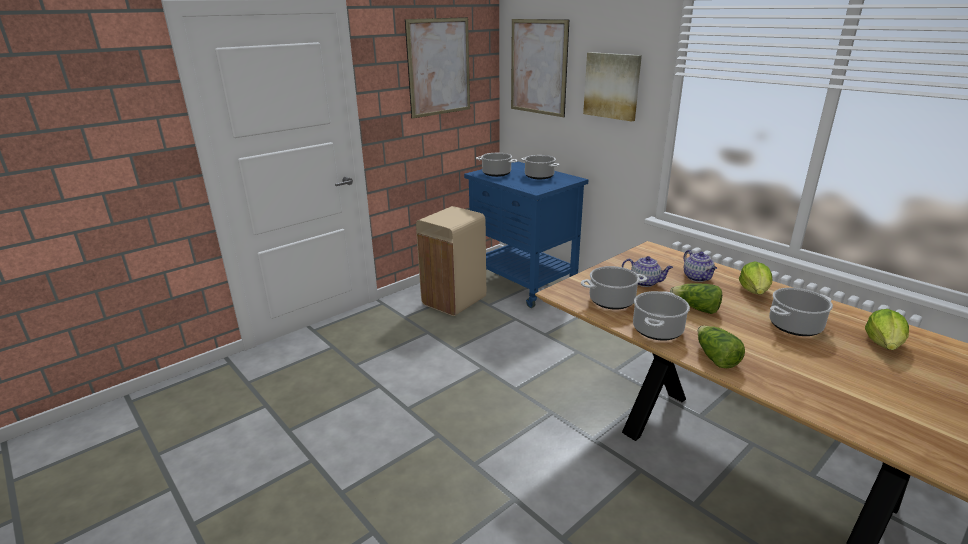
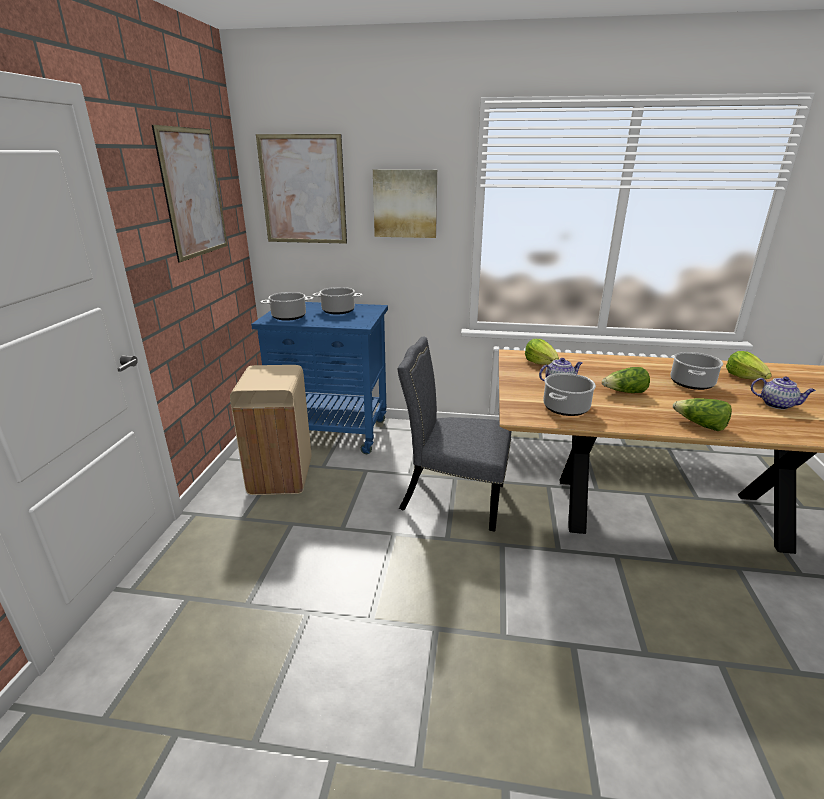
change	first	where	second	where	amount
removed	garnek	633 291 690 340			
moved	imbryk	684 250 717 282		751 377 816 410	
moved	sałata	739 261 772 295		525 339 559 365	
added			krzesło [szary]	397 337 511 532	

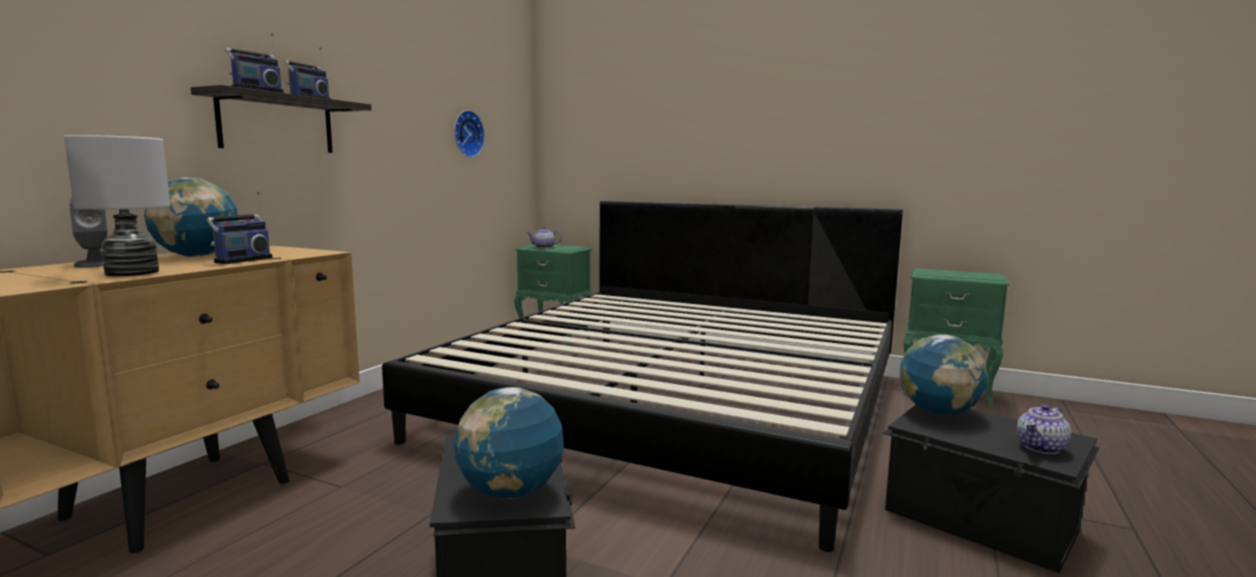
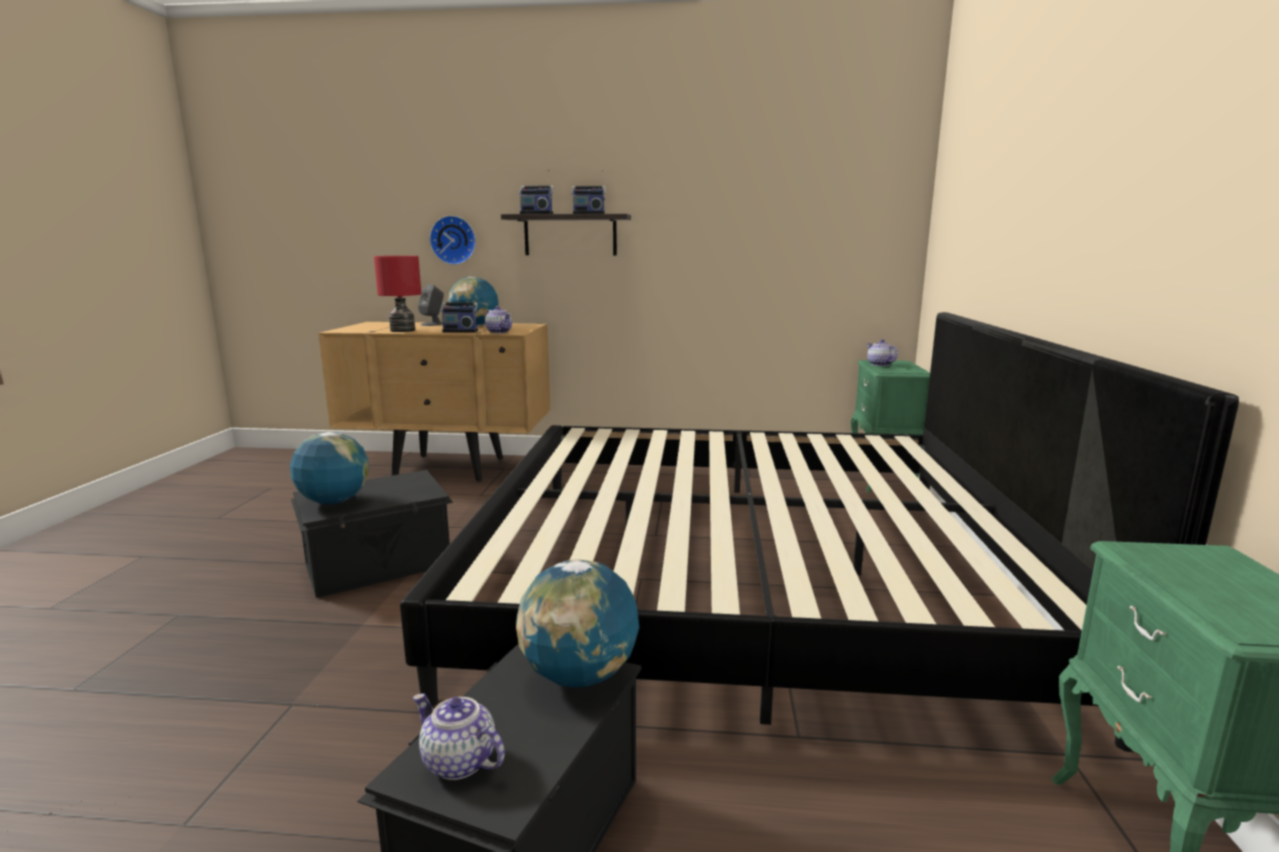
change	first	where	second	where	amount
recoloured	lampa stołowa [szary]	64 135 171 276	lampa stołowa [czerwony]	374 256 422 332	
moved	zegar ścienny	454 110 485 158		429 215 476 265	
added			imbryk	485 306 512 333	

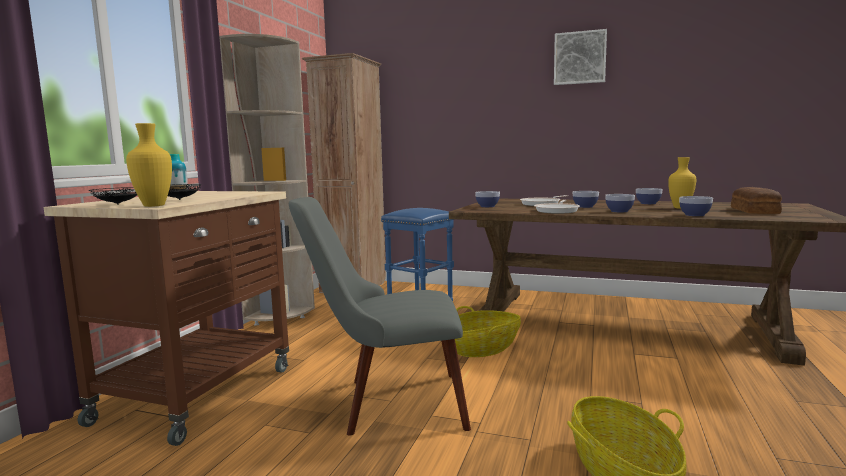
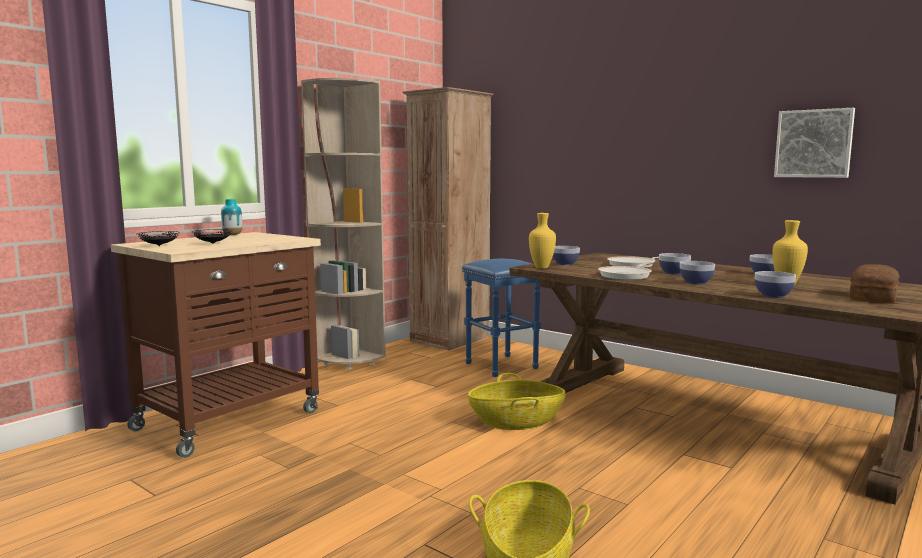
change	first	where	second	where	amount
moved	wazon [żółty]	126 123 172 207		529 213 556 269	
removed	krzesło [szary]	289 197 471 435			
moved	obraz	554 29 607 85		774 108 855 178	

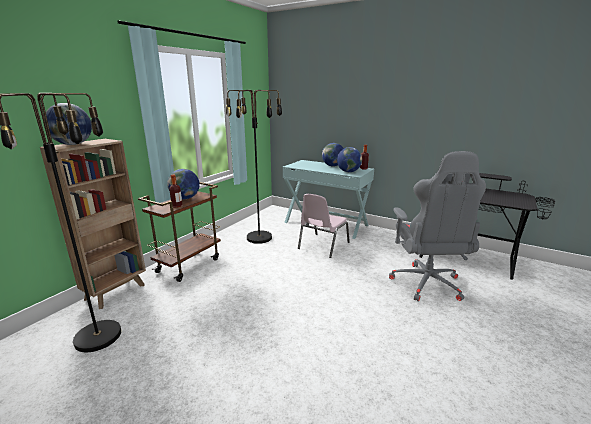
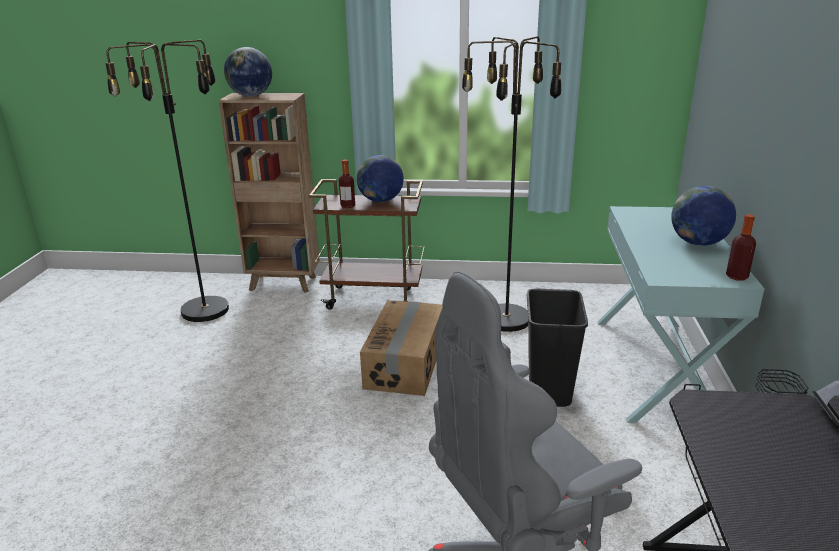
change	first	where	second	where	amount
replaced	krzesło [różowy]	298 194 350 258	kosz na śmieci [czarny]	527 289 588 407	
removed	globus	337 147 362 172			
added			karton	360 300 443 396	

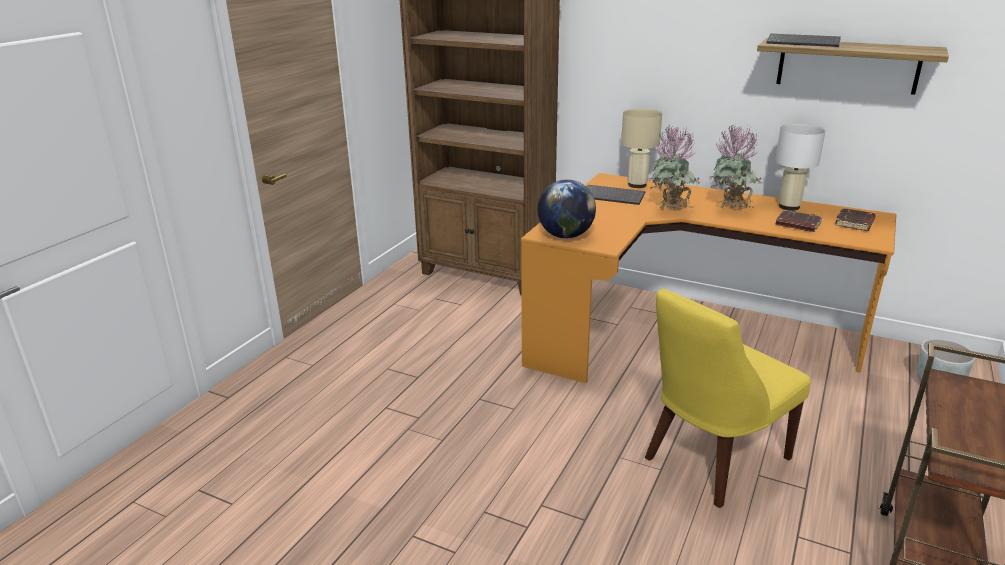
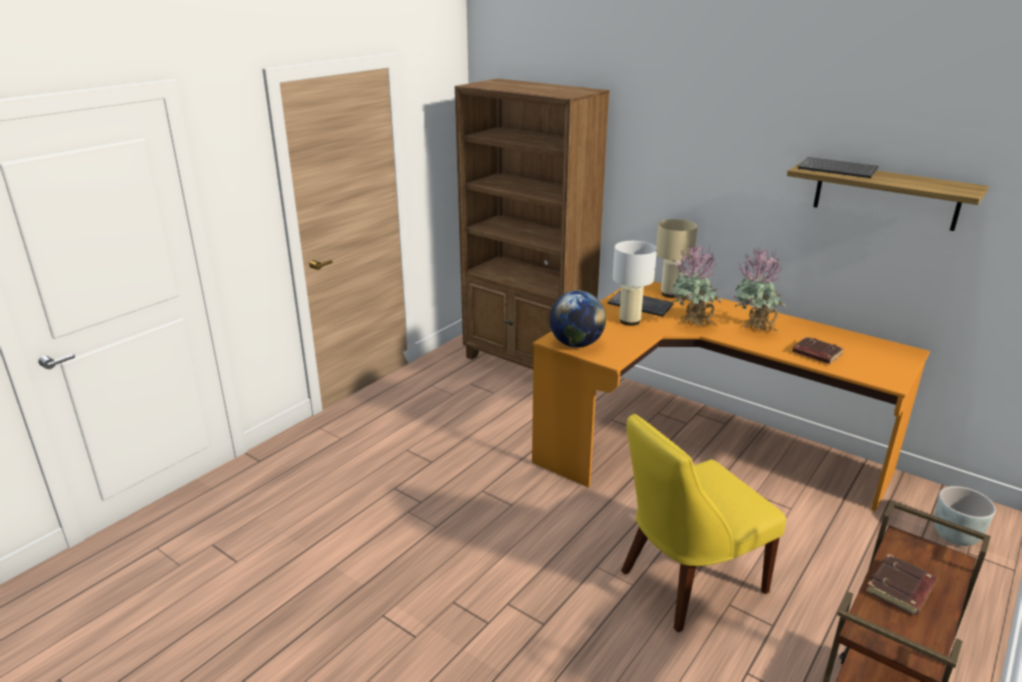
change	first	where	second	where	amount
moved	lampa stołowa [biały]	775 124 825 211		613 241 657 326	
moved	książka [brązowy]	835 208 876 231		866 554 938 615	

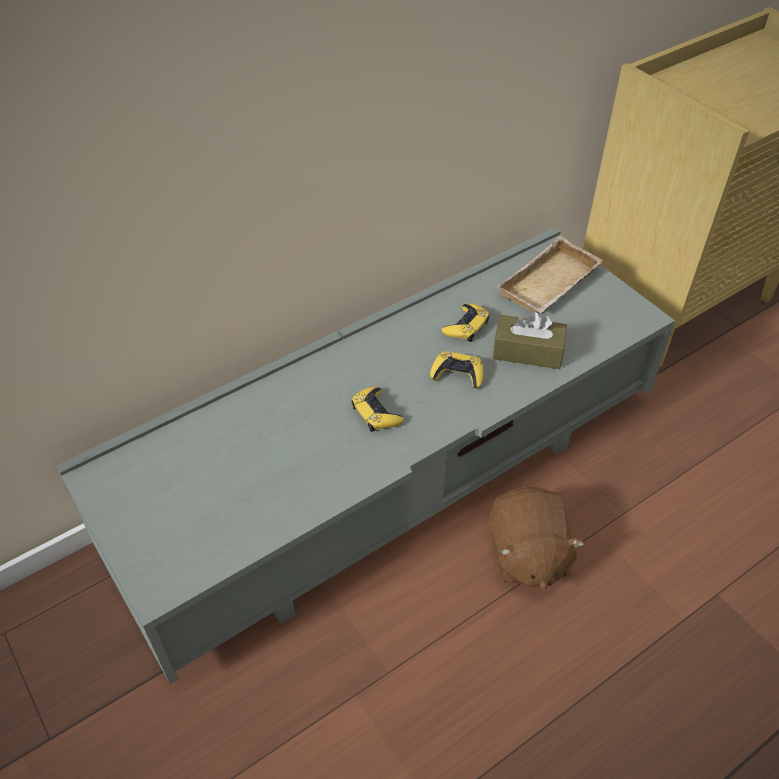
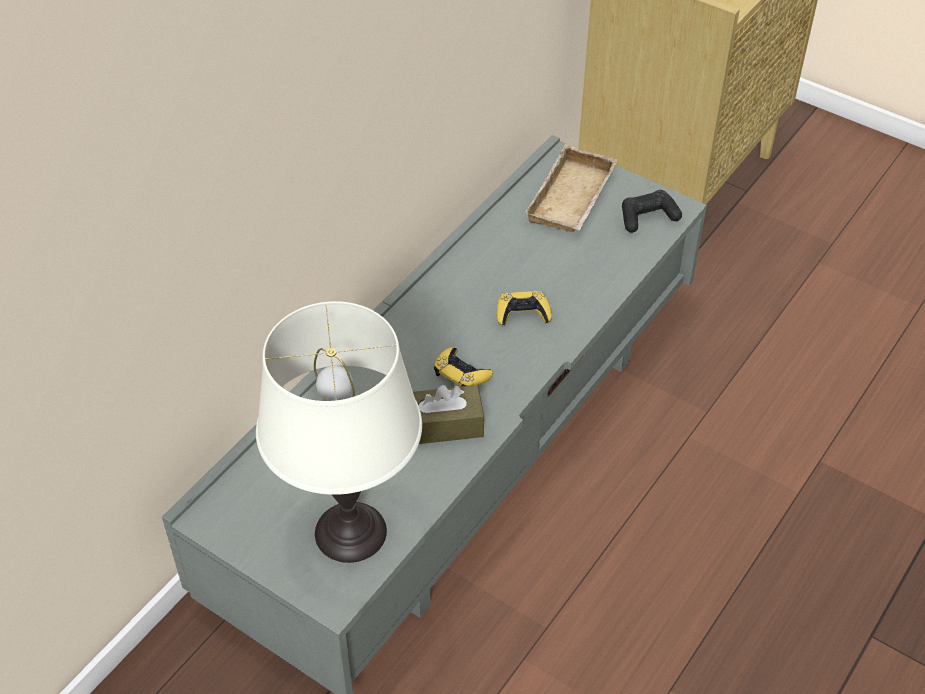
change	first	where	second	where	amount
removed	pad do gier [żółty]	442 303 490 342			
removed	pluszak [brązowy]	490 487 585 590			
moved	pudełko chusteczek [brązowy]	493 312 567 369		413 385 485 444	
added			lampa stołowa [biały]	256 301 422 563	
added			pad do gier [czarny]	622 190 682 233	

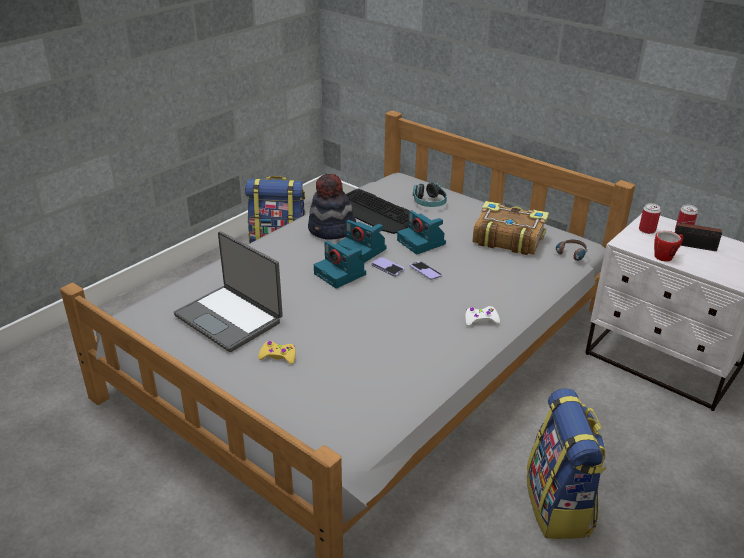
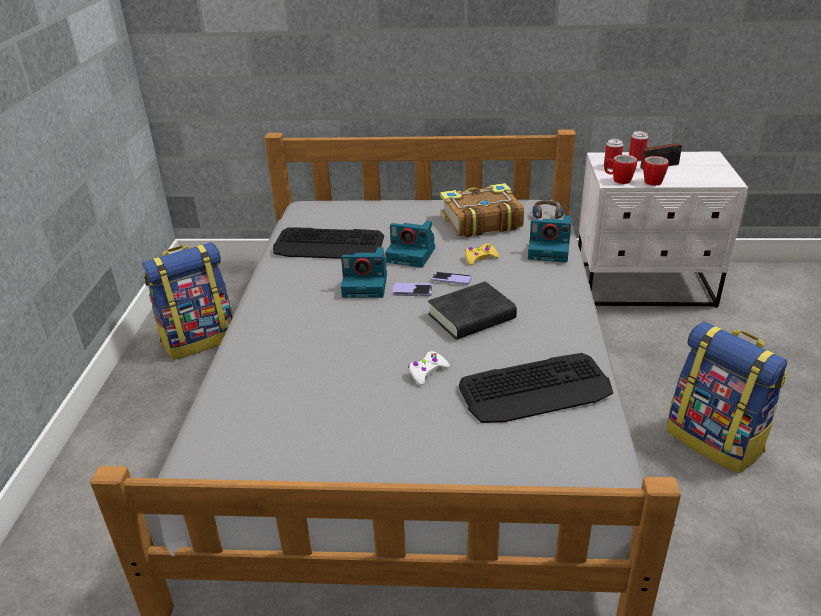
change	first	where	second	where	amount
removed	laptop	173 231 283 352			
moved	pad do gier [żółty]	258 341 296 364		465 243 499 265	
removed	kapelusz	308 174 357 240			
moved	aparat fotograficzny	314 241 366 288		528 215 571 262	
removed	słuchawki	413 182 447 207			
moved	pad do gier [biały]	465 306 500 326		408 351 450 385	
added			książka [czarny]	428 281 517 340	
added			klawiatura	459 353 613 423	
added			kubek	604 155 637 184	

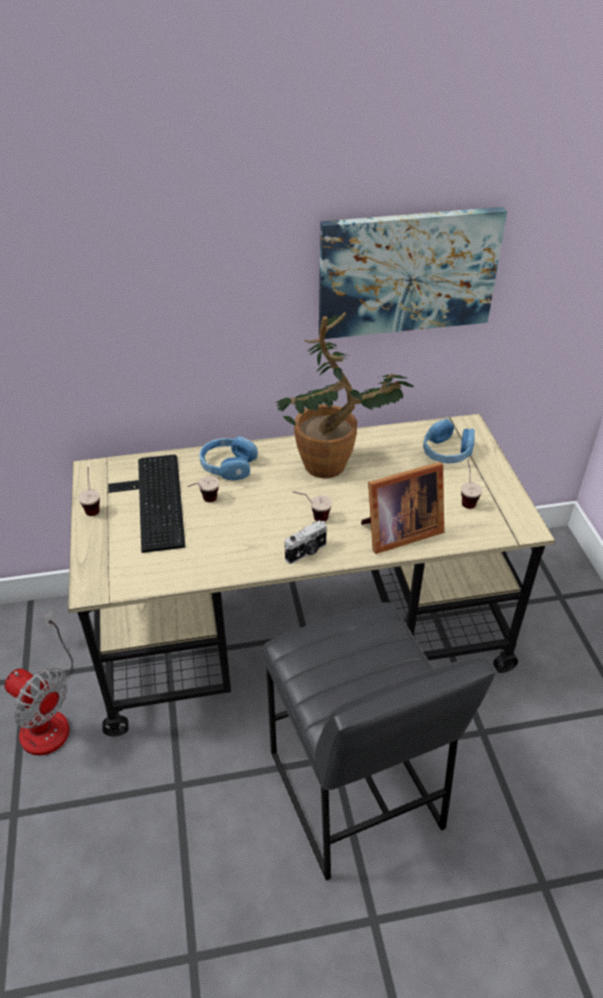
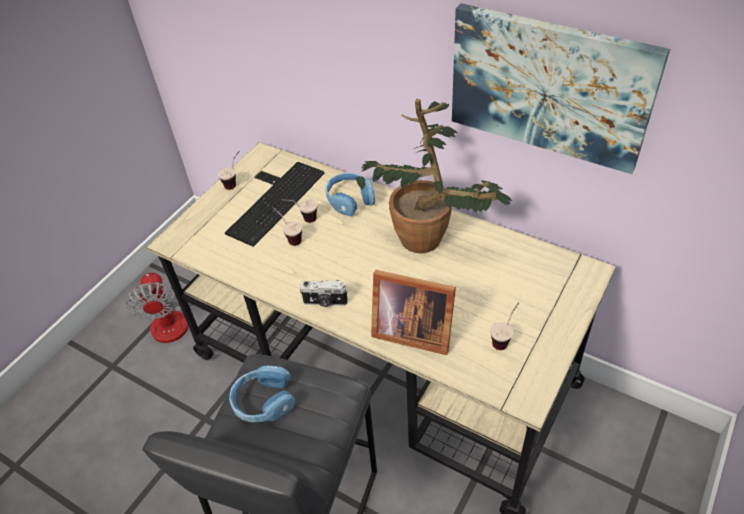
change	first	where	second	where	amount
moved	filiżanka	293 491 332 522		273 207 302 246	
moved	słuchawki [niebieski]	423 419 475 464		229 365 295 422	

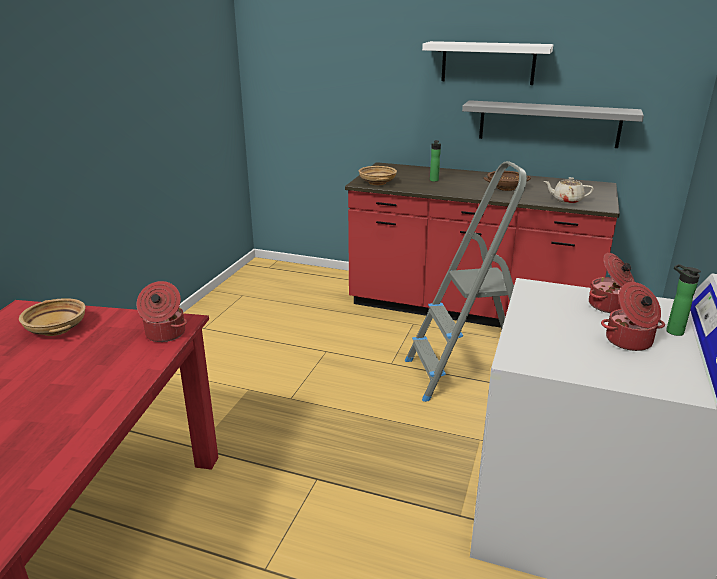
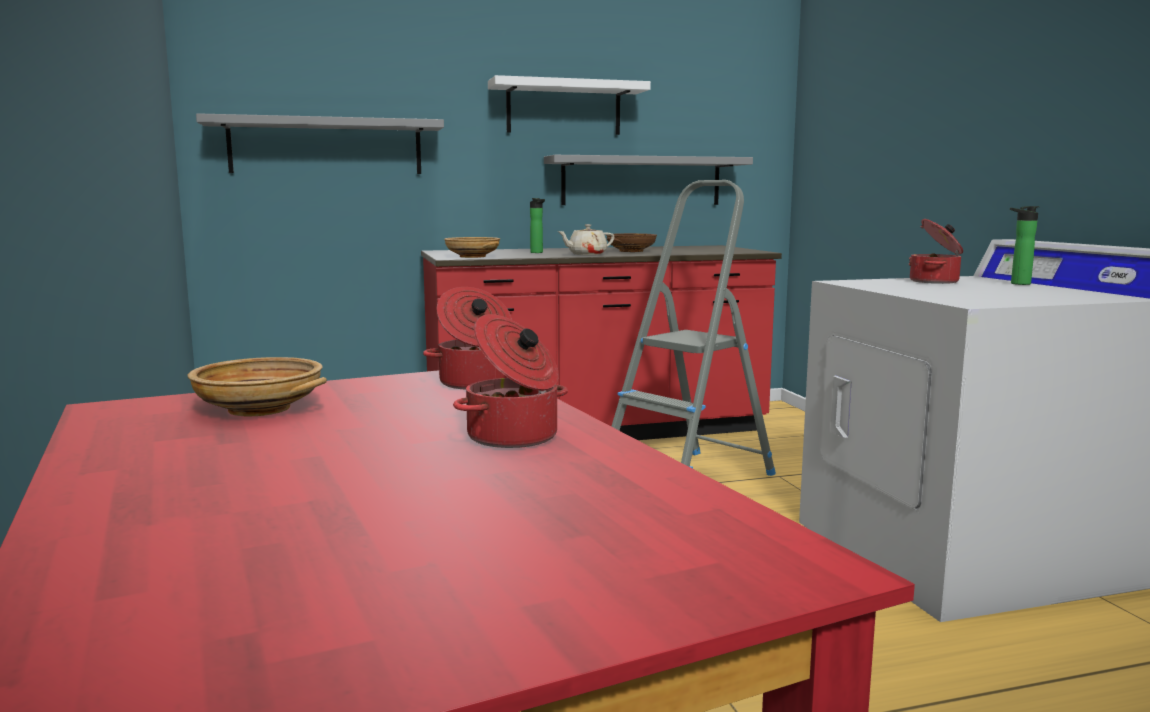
change	first	where	second	where	amount
moved	imbryk [beżowy]	544 177 594 204		557 224 614 255	
moved	garnek	601 282 665 351		453 314 568 448	
added			półka [szary]	196 113 444 174	

